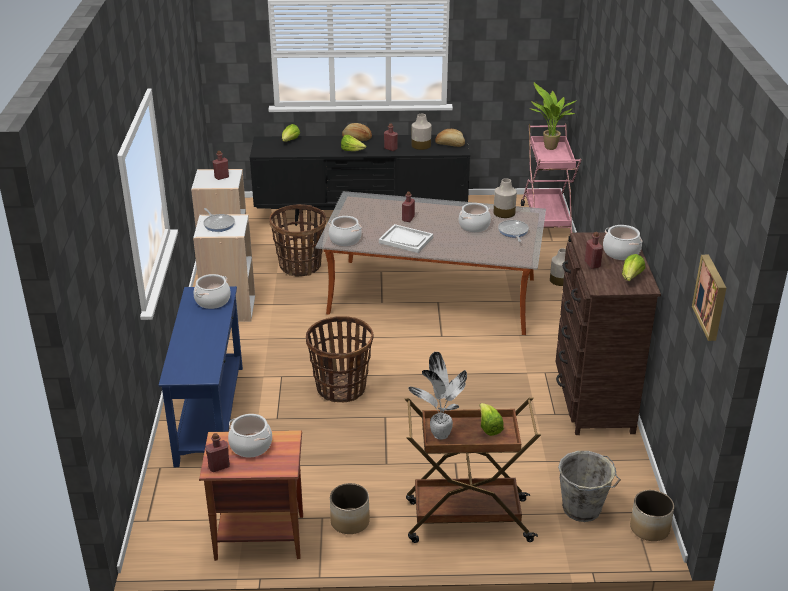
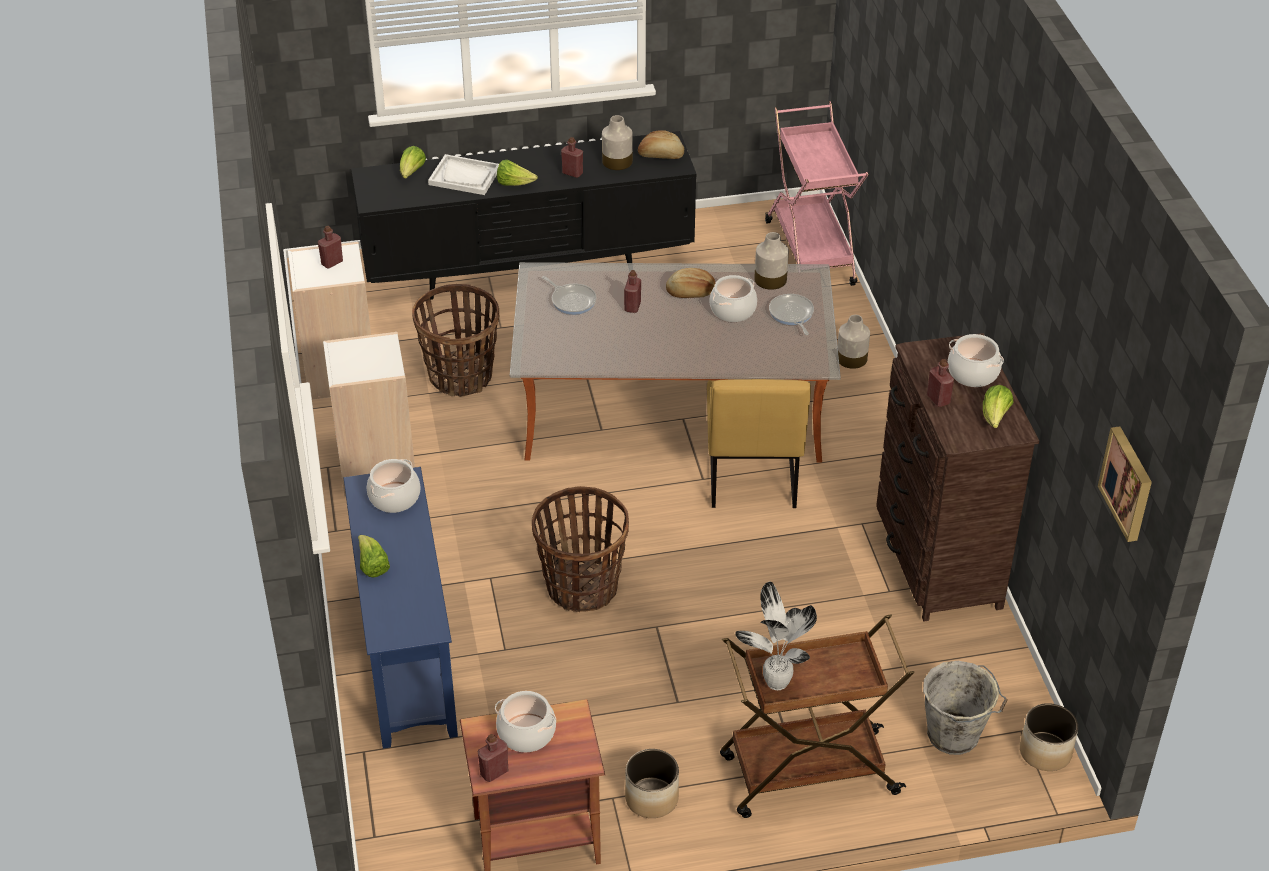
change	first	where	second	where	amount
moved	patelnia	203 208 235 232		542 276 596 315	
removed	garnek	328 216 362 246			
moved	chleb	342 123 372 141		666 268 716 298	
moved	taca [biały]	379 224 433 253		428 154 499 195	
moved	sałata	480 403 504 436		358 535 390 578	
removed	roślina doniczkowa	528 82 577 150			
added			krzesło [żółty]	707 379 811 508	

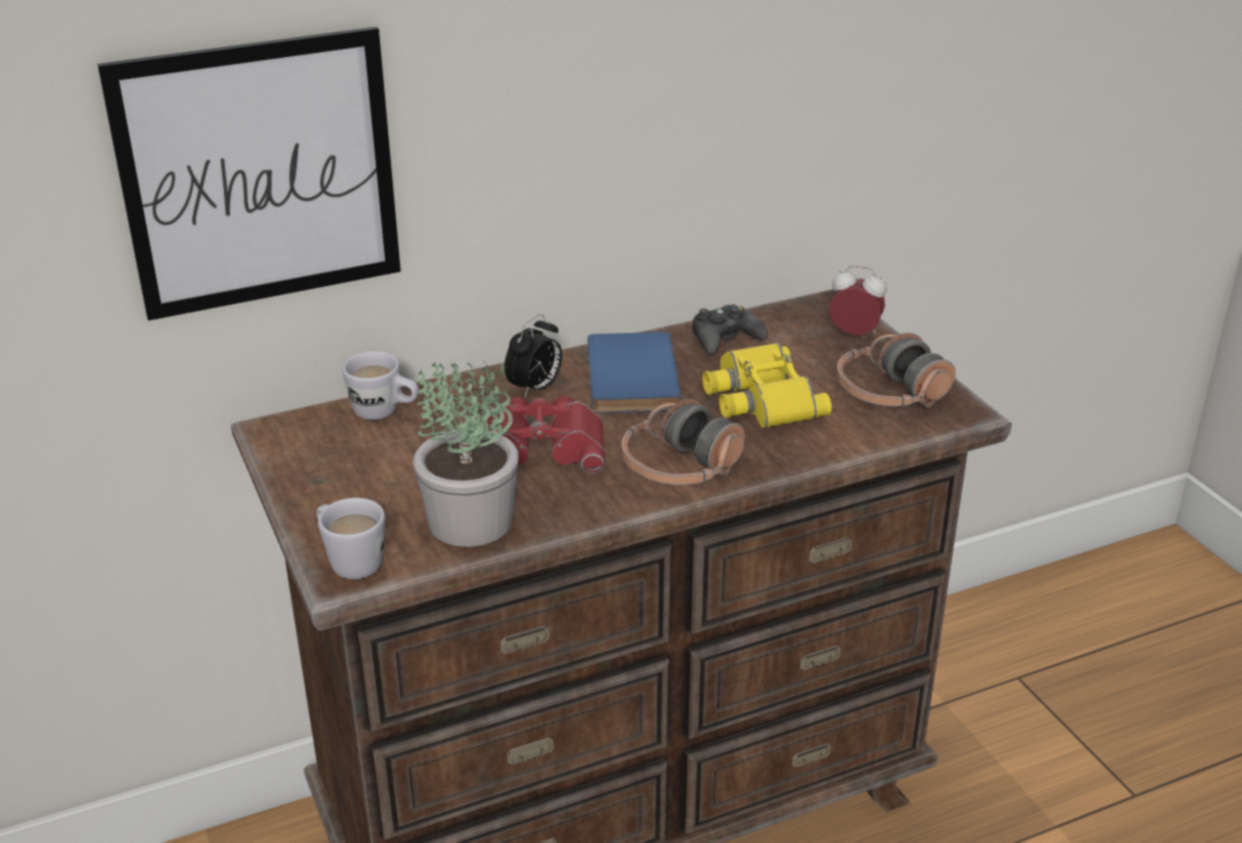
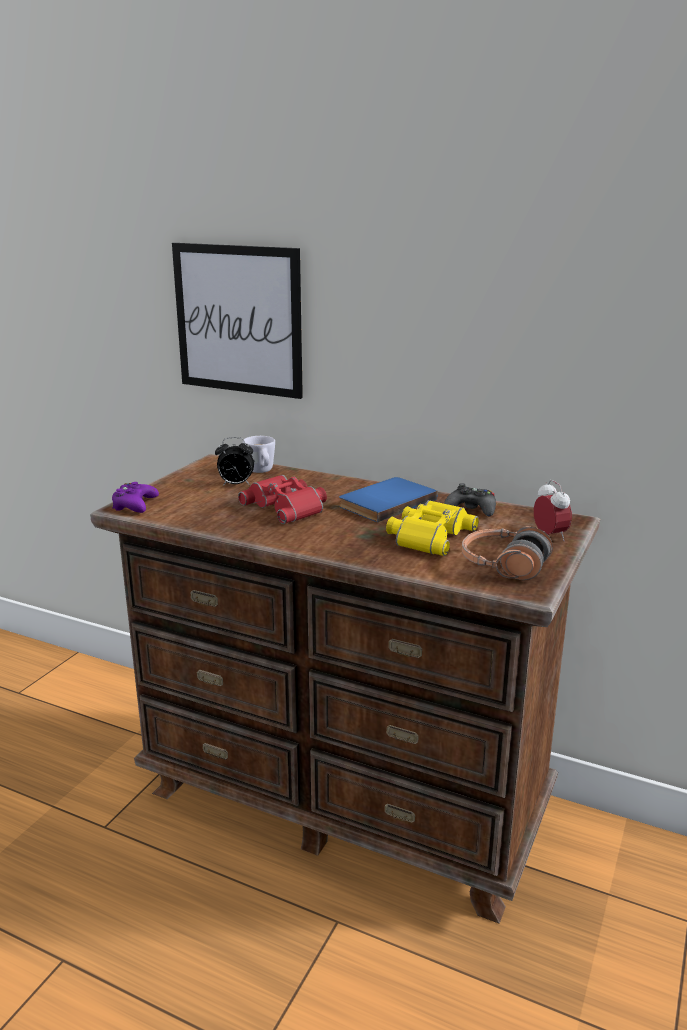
change	first	where	second	where	amount
replaced	kubek [biały]	316 498 385 579	pad do gier [fioletowy]	112 482 159 513	
removed	roślina doniczkowa	413 360 519 547			
moved	budzik	504 314 562 398		215 437 254 486	
removed	słuchawki	622 398 745 485			

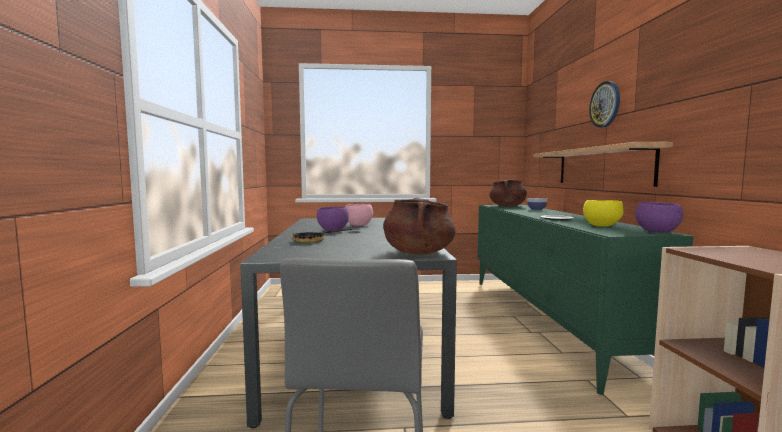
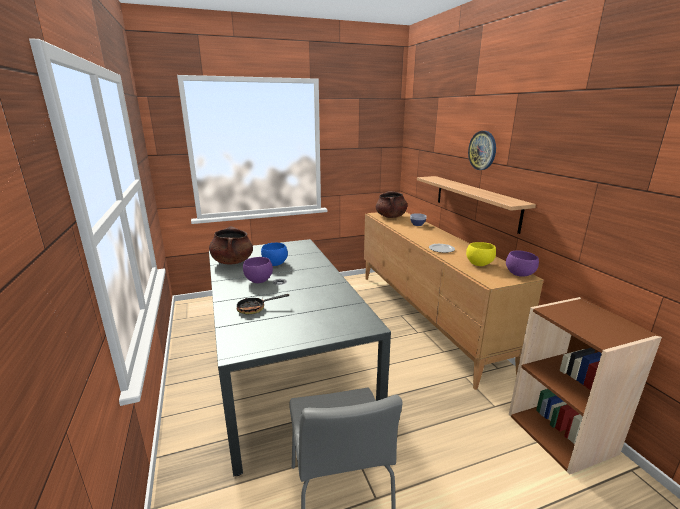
change	first	where	second	where	amount
recoloured	miska [różowy]	346 204 373 226	miska [niebieski]	261 243 288 266	
moved	garnek [brązowy]	383 198 456 254		209 226 253 265	
recoloured	szafka [zielony]	478 205 694 395	szafka [brązowy]	364 212 544 390	

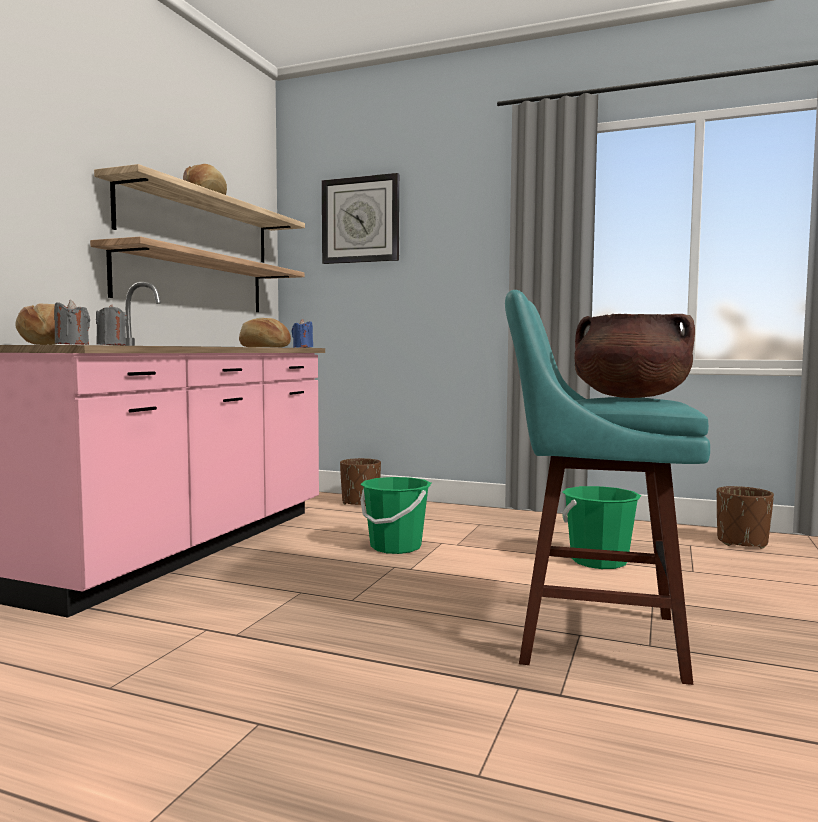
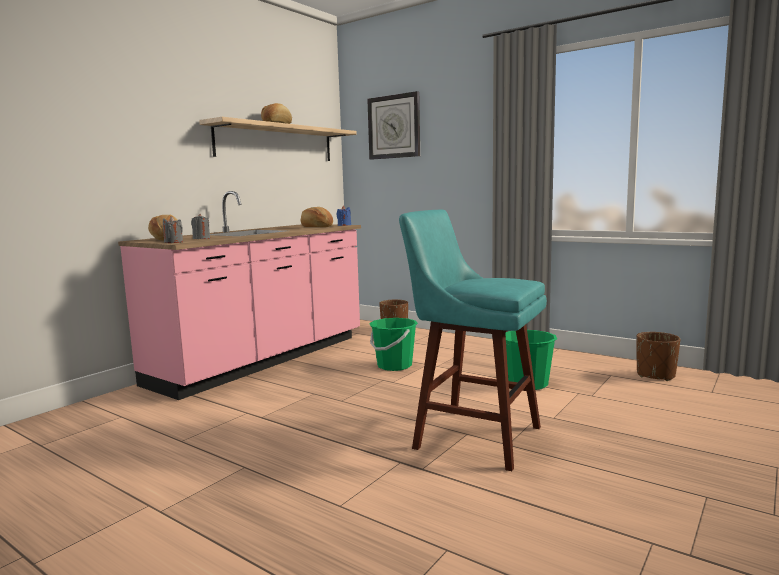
change	first	where	second	where	amount
removed	półka	90 236 305 312			
removed	garnek [brązowy]	574 314 695 398			

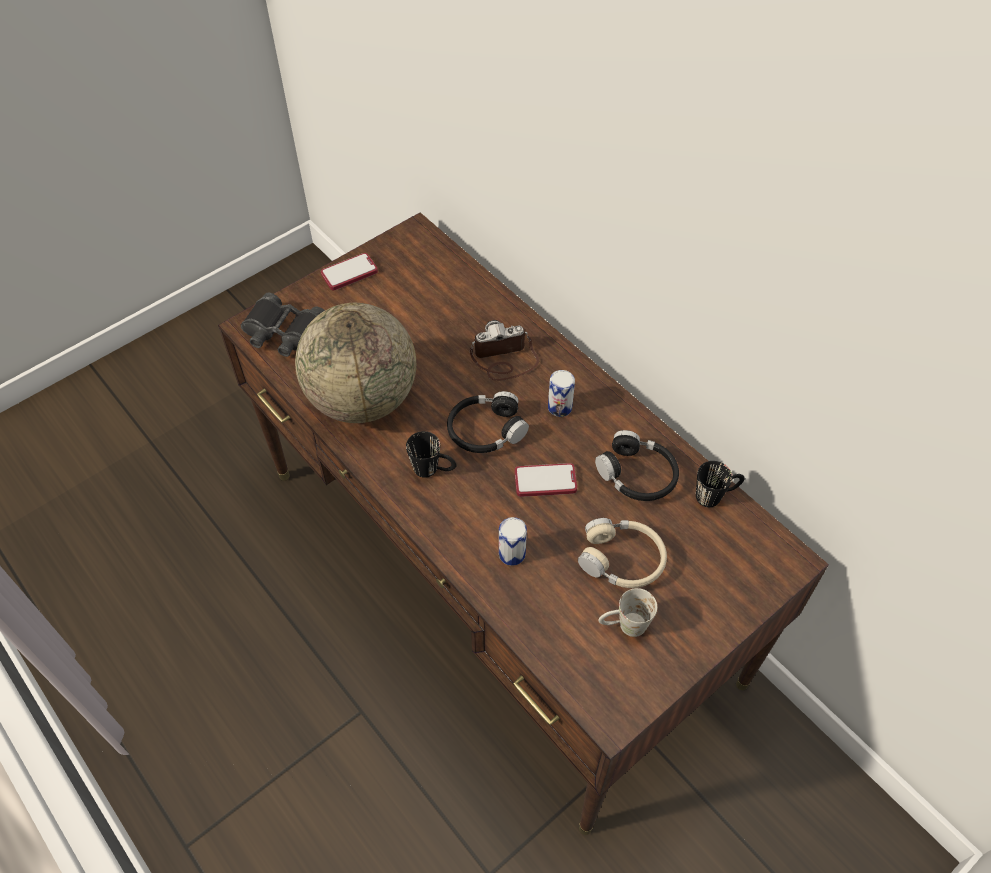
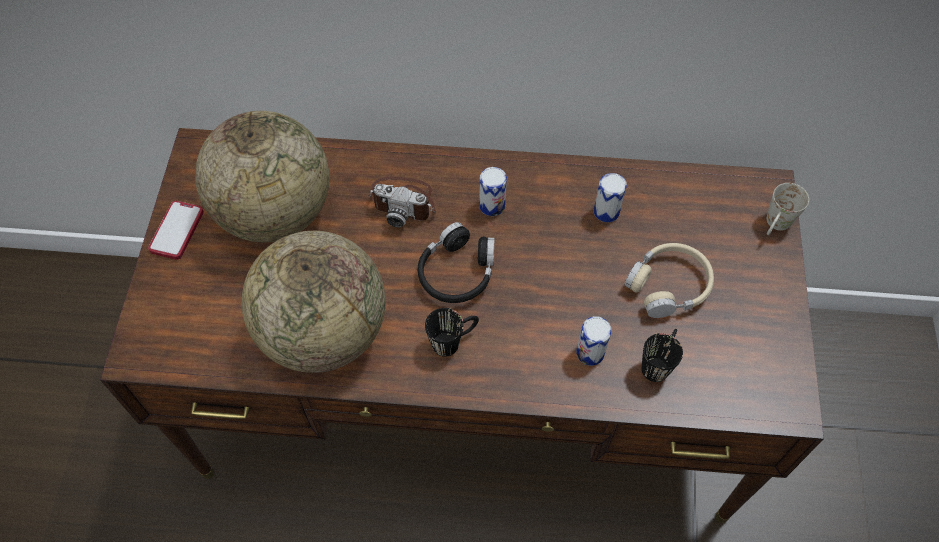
change	first	where	second	where	amount
removed	lornetka [czarny]	241 293 325 357			
turned	aparat fotograficzny	470 320 539 381		368 177 436 227	105 degrees counterclockwise
removed	telefon	515 463 577 497			
replaced	słuchawki [czarny]	595 430 679 501	puszka	594 173 627 222	
moved	kubek [biały]	599 588 657 637		767 183 809 235	
moved	kubek [czarny]	696 461 745 507		642 329 683 382	
added			globus	195 111 329 242	

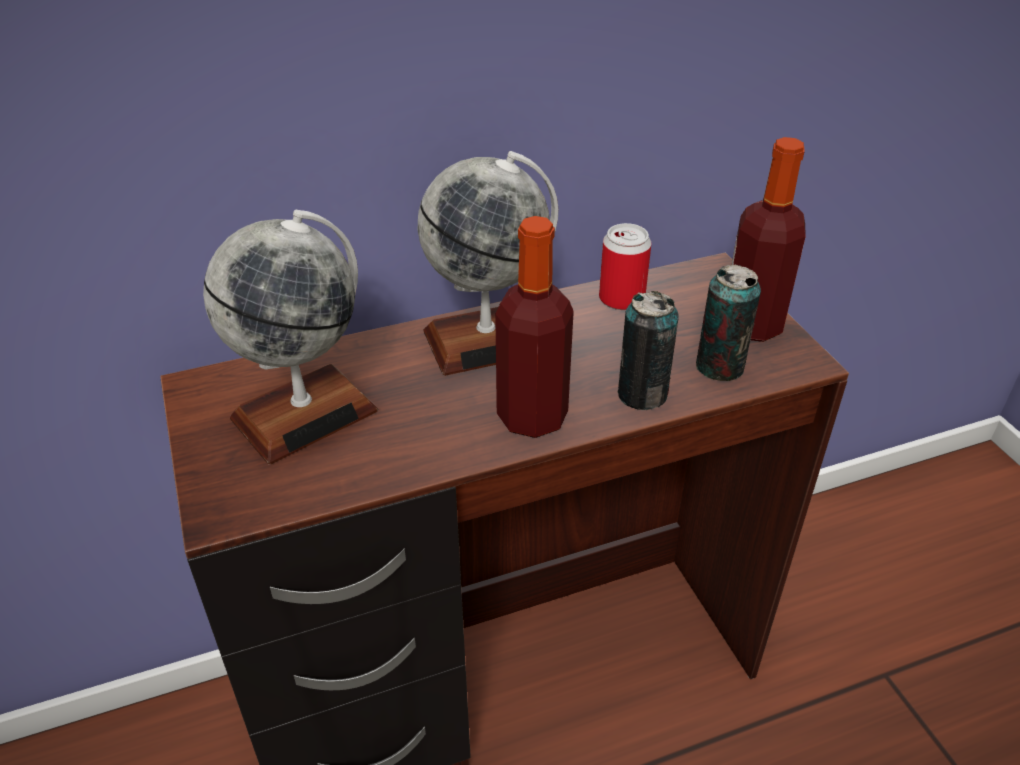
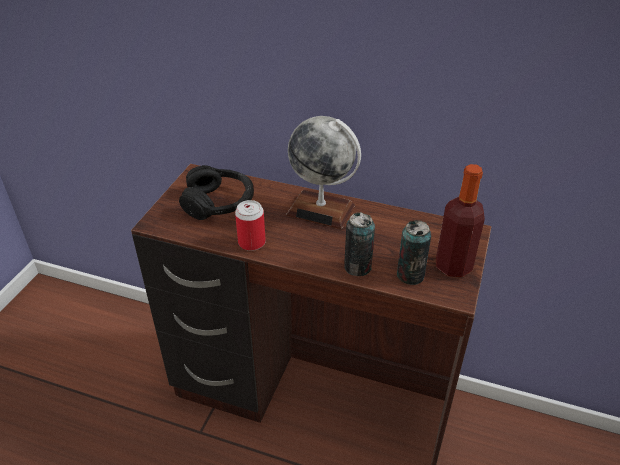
change	first	where	second	where	amount
replaced	globus	203 210 378 465	słuchawki [czarny]	179 165 254 220	
removed	butelka	495 216 574 438			
moved	puszka	599 223 651 310		235 200 266 251	

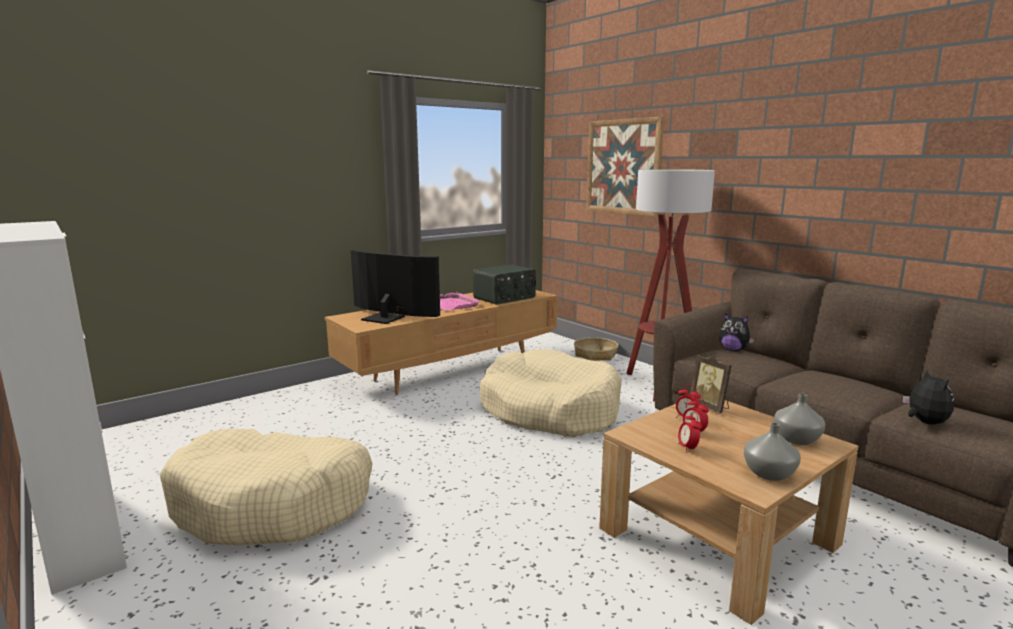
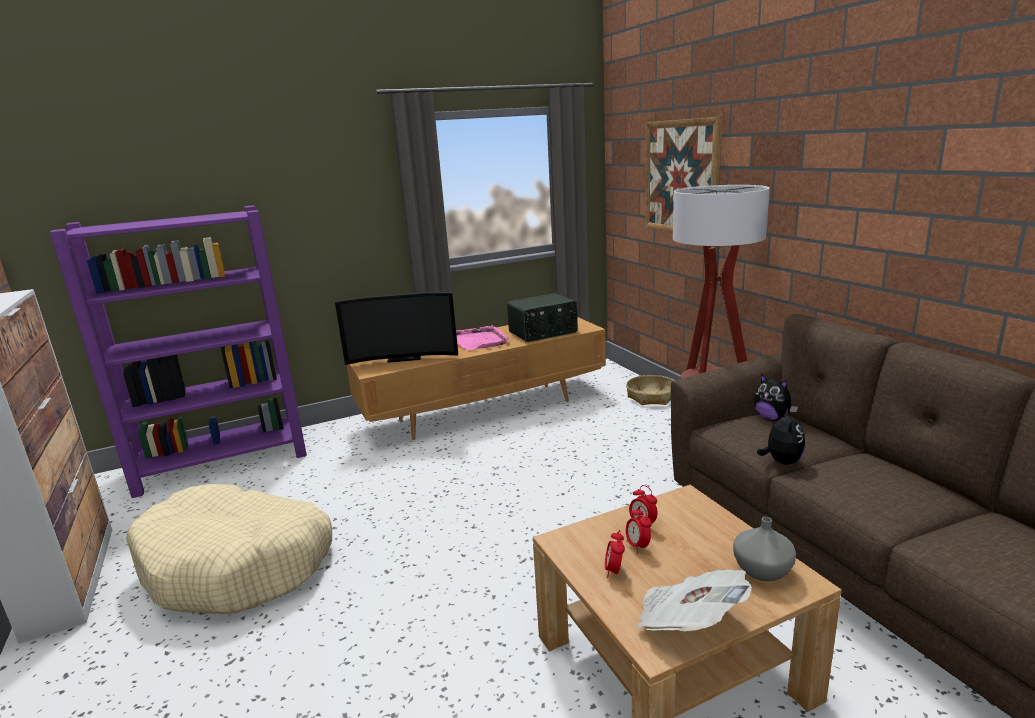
change	first	where	second	where	amount
turned	telewizor	351 249 440 324		335 292 458 365	135 degrees clockwise
removed	legowisko [beżowy]	480 349 622 437			
removed	ramka na zdjęcie	690 355 731 413			
replaced	wazon [szary]	744 422 801 481	gazeta	636 570 752 631	
moved	pluszak	903 369 954 425		757 409 805 465	
added			regał [fioletowy]	49 205 307 498	

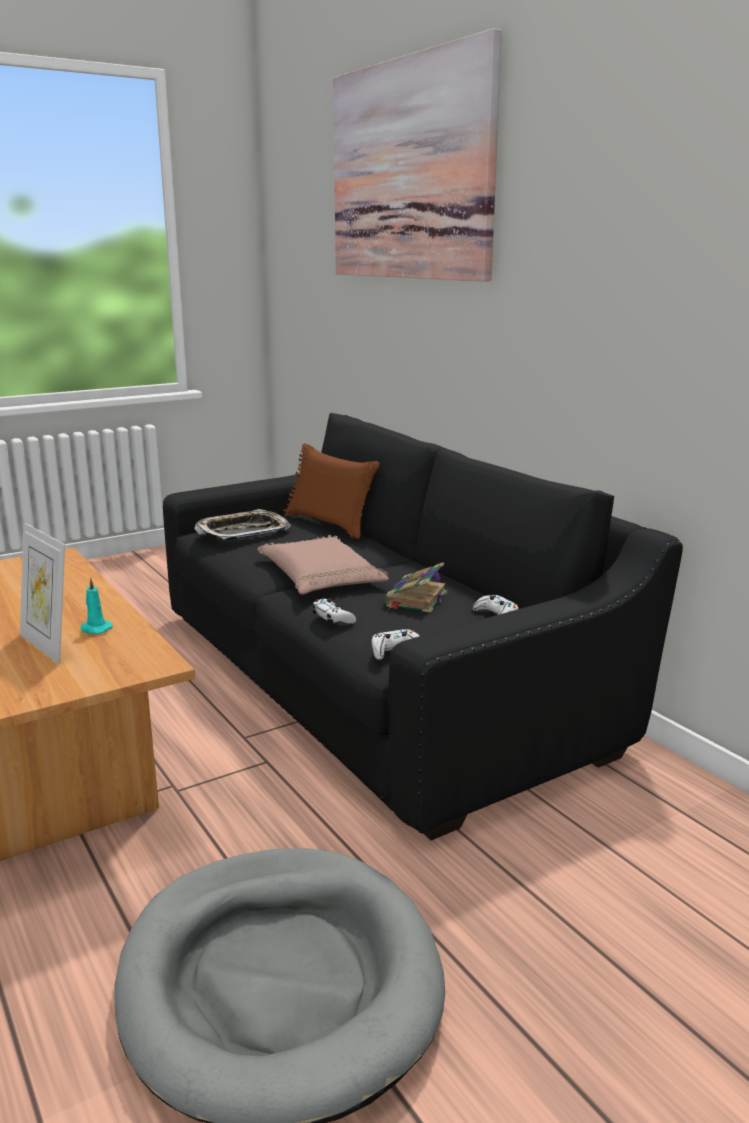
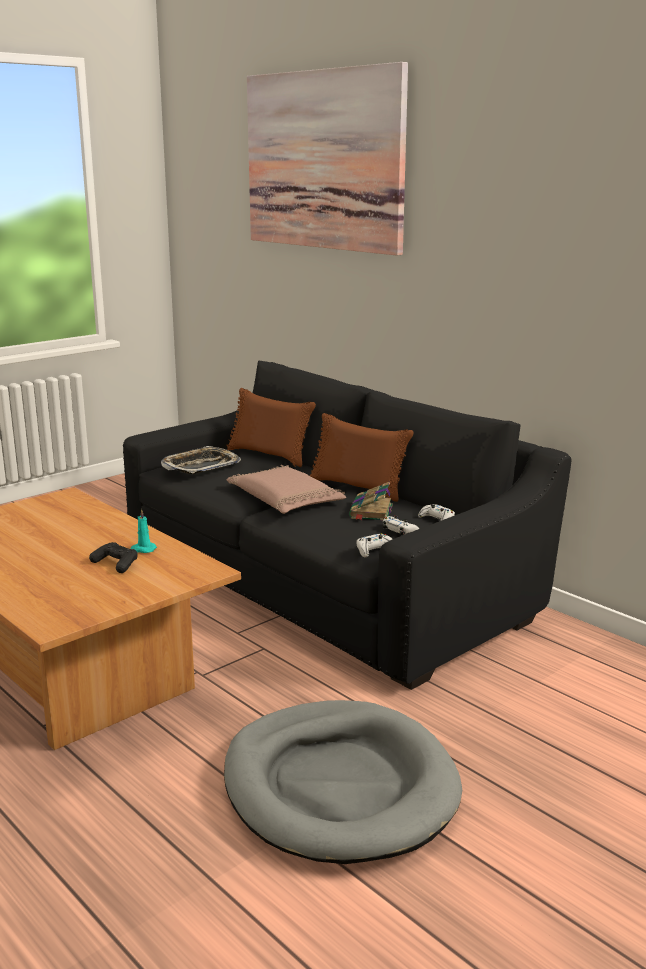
change	first	where	second	where	amount
replaced	ramka na zdjęcie	20 523 65 665	pad do gier [czarny]	89 542 138 573	
moved	pad do gier [biały]	313 599 356 624		383 516 420 535	
added			poduszka [brązowy]	310 413 414 502	

